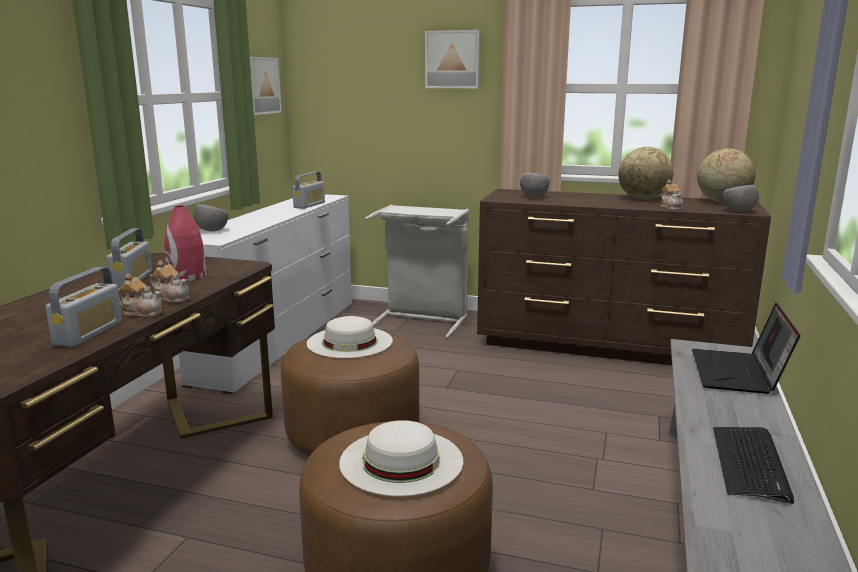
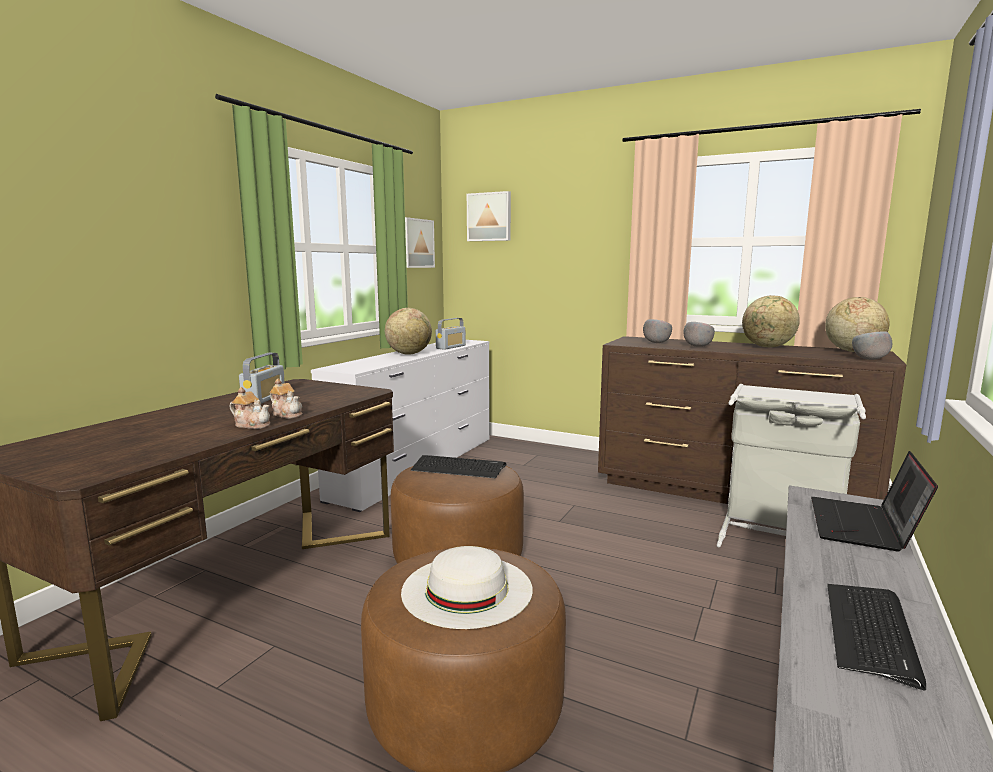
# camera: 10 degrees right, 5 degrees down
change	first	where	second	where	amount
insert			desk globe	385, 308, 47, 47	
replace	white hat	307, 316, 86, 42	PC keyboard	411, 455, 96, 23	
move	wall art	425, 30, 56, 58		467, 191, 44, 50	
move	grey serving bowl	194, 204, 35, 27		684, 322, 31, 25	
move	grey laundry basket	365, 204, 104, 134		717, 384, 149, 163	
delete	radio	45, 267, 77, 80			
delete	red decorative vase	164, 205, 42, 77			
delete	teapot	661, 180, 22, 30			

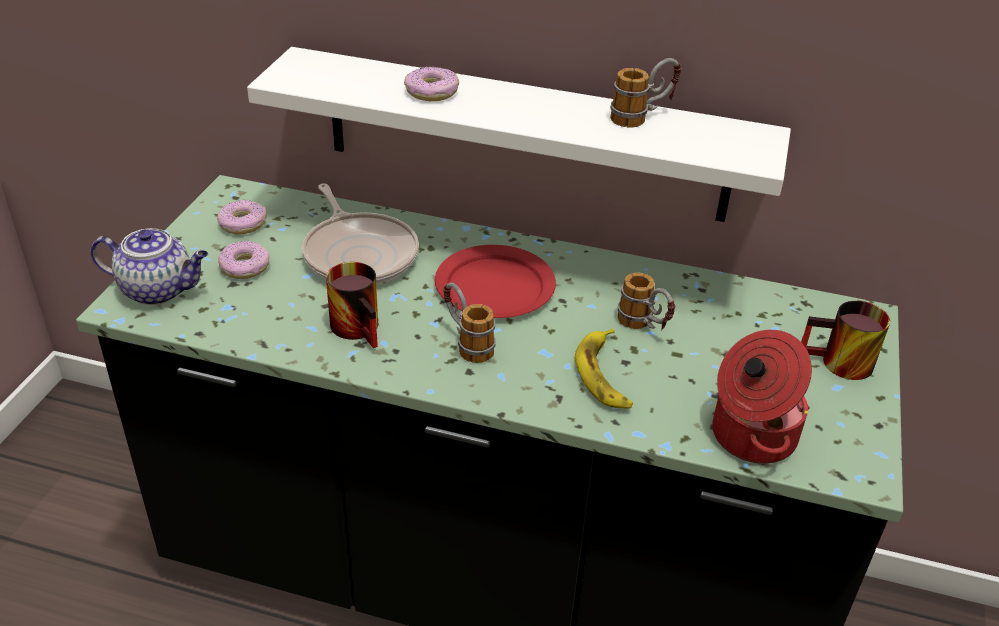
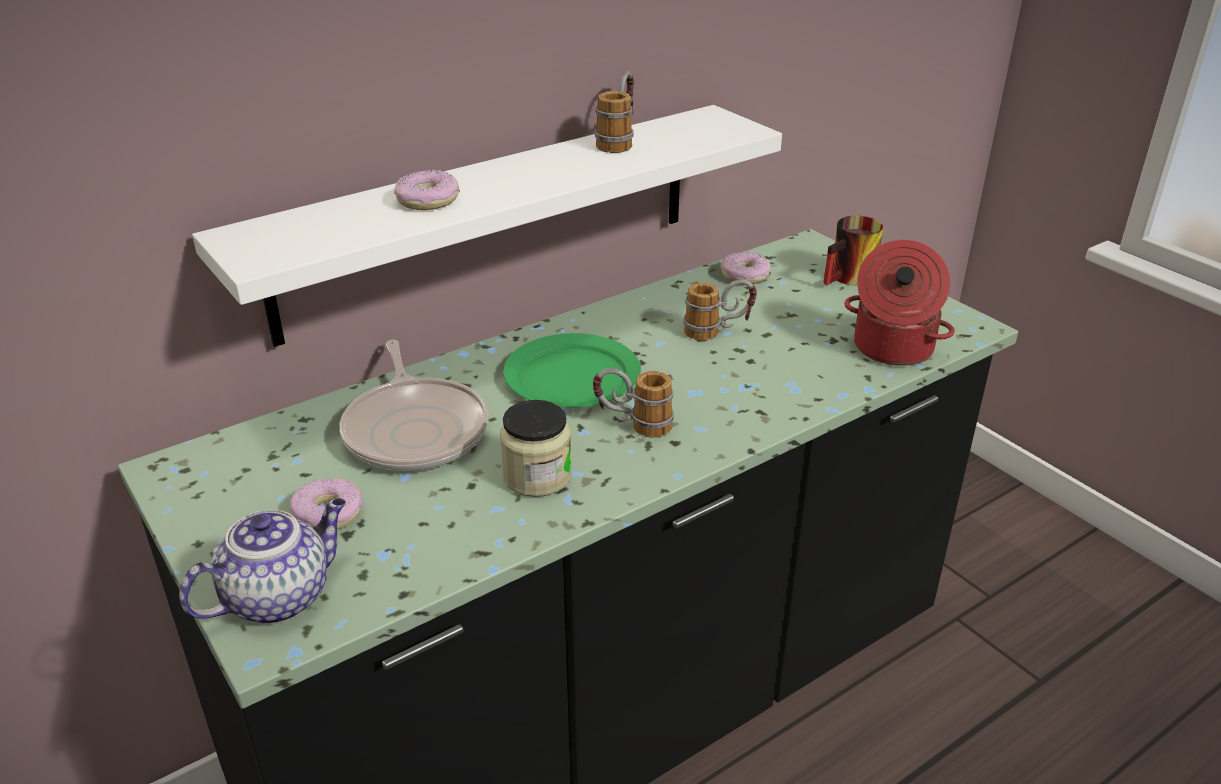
# camera: 50 degrees left, 5 degrees down
change	first	where	second	where	amount
rotate	pan	302, 183, 117, 101		340, 340, 148, 131	60 degrees clockwise
replace	mug	326, 262, 52, 86	storage jar	500, 400, 72, 97	
recolor	red plate	435, 245, 121, 73	green-coloured plate	503, 333, 138, 75	
move	doughnut	217, 200, 50, 35		720, 252, 51, 32	
delete	banana fruit	575, 328, 58, 80			

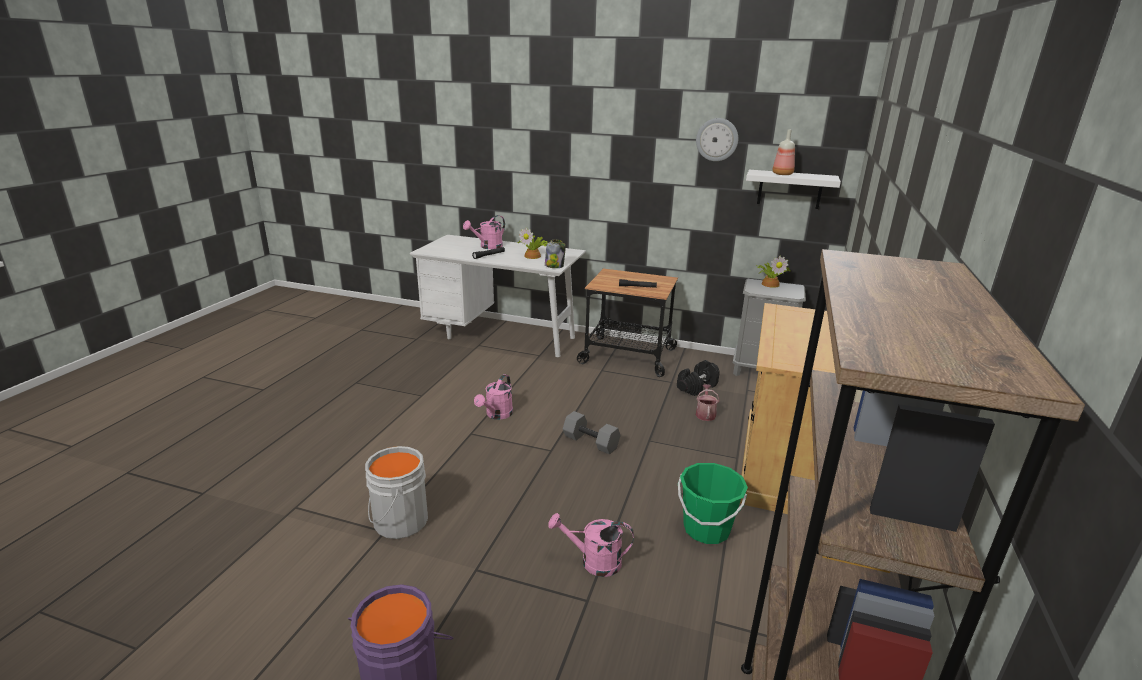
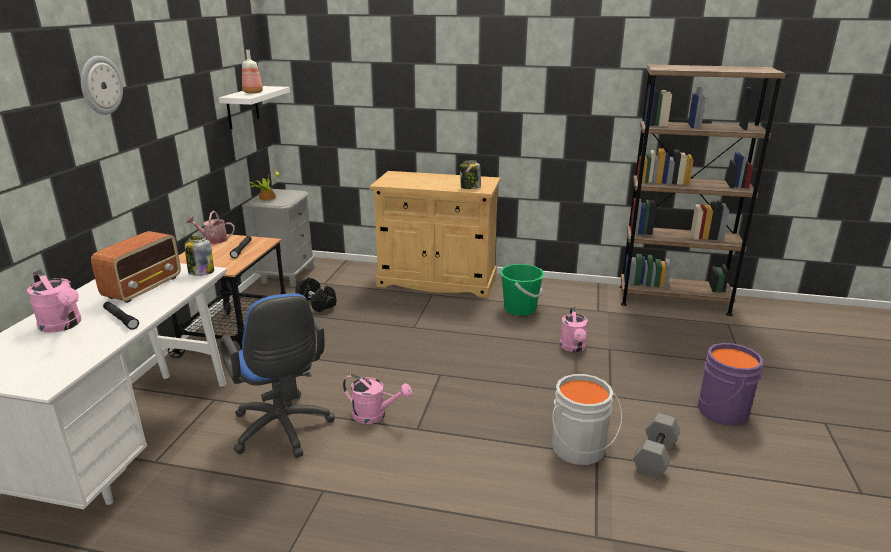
# camera: 95 degrees left, 0 degrees up
change	first	where	second	where	amount
move	hanging clock	696, 118, 42, 43		81, 56, 42, 59	
replace	potted plant	517, 227, 31, 32	radio	91, 231, 90, 72	
move	sprinkling can	696, 384, 23, 37		186, 211, 49, 33	
insert			blue office chair	220, 293, 115, 165	
insert			storage jar	460, 160, 21, 29	
move	grey dumbbell	563, 411, 58, 43		633, 413, 47, 65	

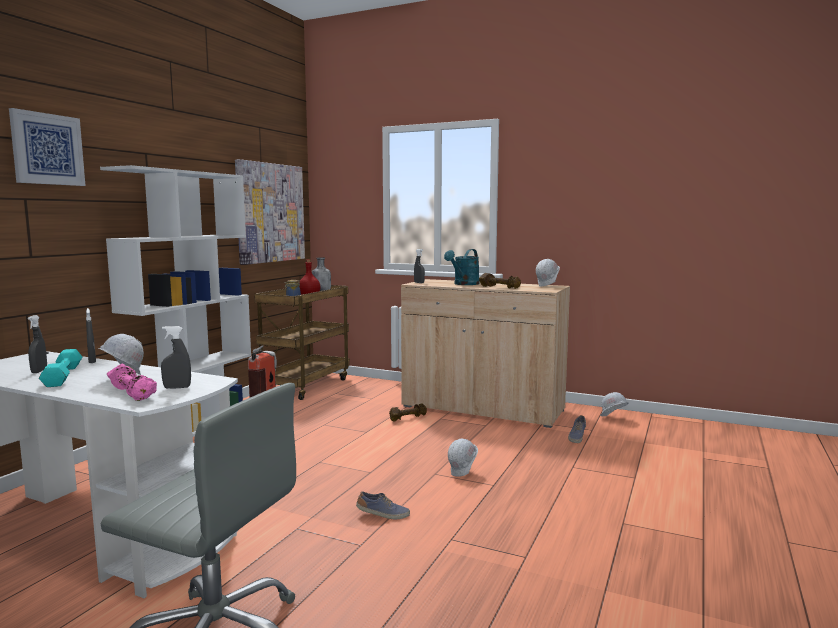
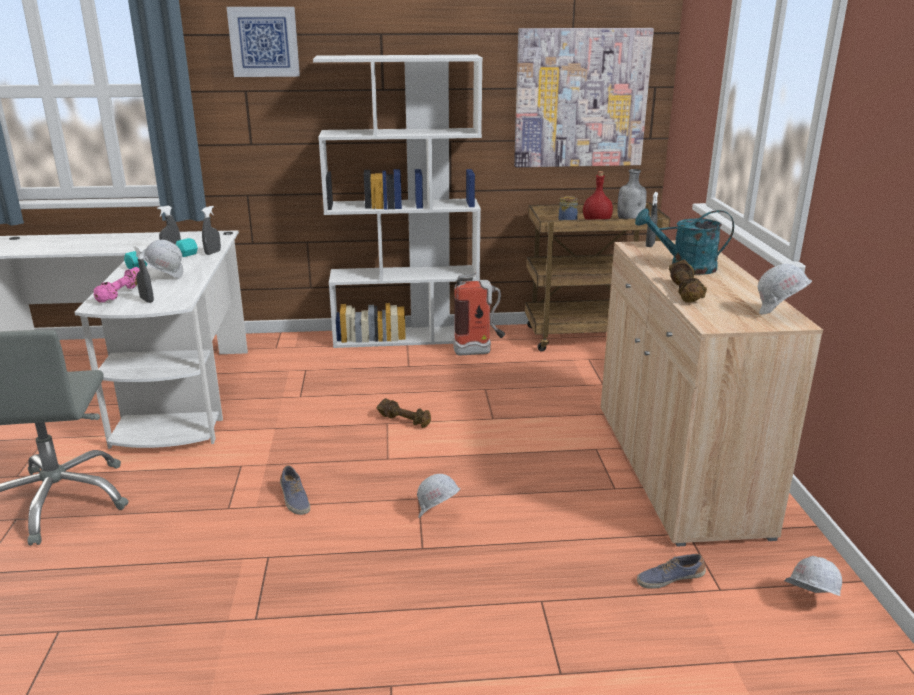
# camera: 60 degrees right, 15 degrees up
change	first	where	second	where	amount
move	brownish dumbbell	389, 403, 38, 18		377, 398, 54, 30	

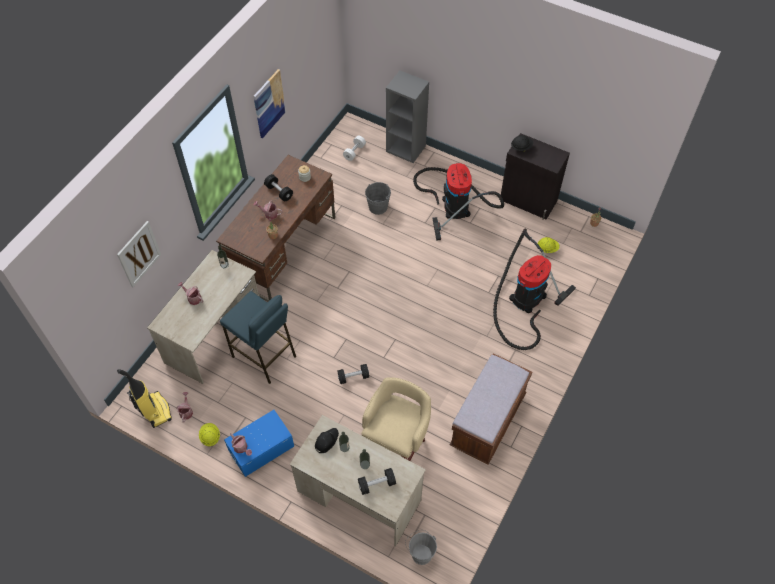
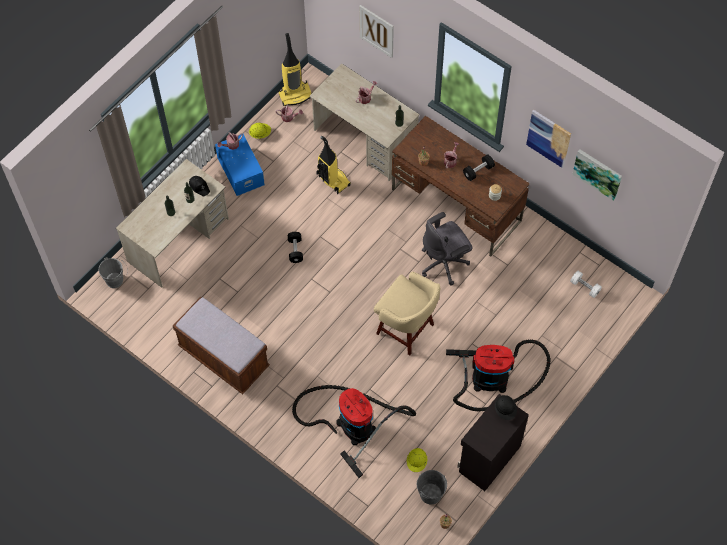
# camera: 100 degrees right, 5 degrees up
change	first	where	second	where	amount
replace	blue stool	220, 291, 76, 93	vacuum	316, 136, 35, 58	
move	beige-coloured stool	362, 377, 69, 84		374, 272, 66, 83	
move	grey water bucket	365, 182, 26, 33		417, 470, 30, 34	
insert			grey office chair	422, 212, 51, 74	
insert			wall art	572, 149, 50, 52	
delete	black dumbbell	358, 468, 38, 27			
delete	grey bookshelf	386, 71, 43, 92			

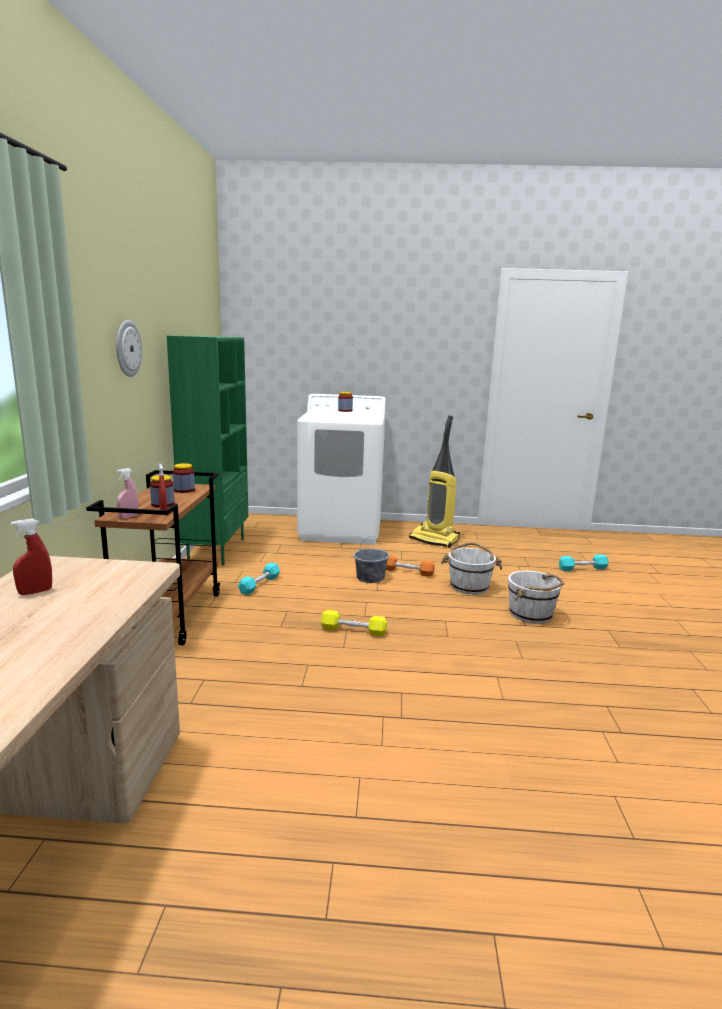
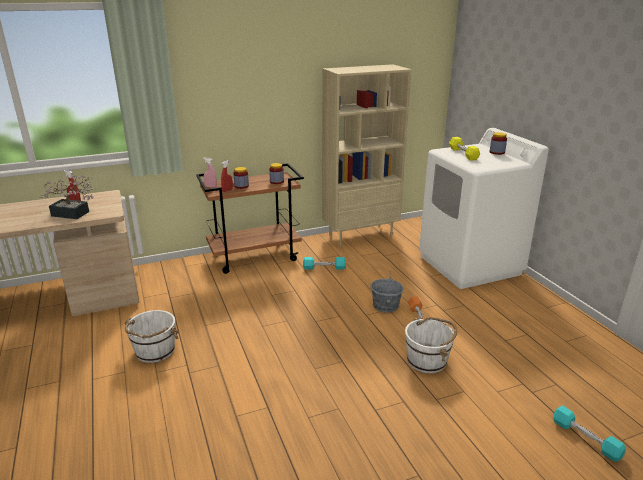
# camera: 65 degrees right, 10 degrees up
change	first	where	second	where	amount
insert			potted plant	39, 175, 54, 44	
move	white water bucket	508, 571, 57, 53		124, 310, 55, 53	
recolor	green-coloured bookshelf	167, 336, 81, 230	beige-coloured bookshelf	322, 64, 89, 182	
move	yellow-coloured dumbbell	321, 610, 66, 27		449, 137, 31, 24	
delete	hanging clock	116, 320, 26, 57			
delete	vacuum	409, 416, 51, 132			

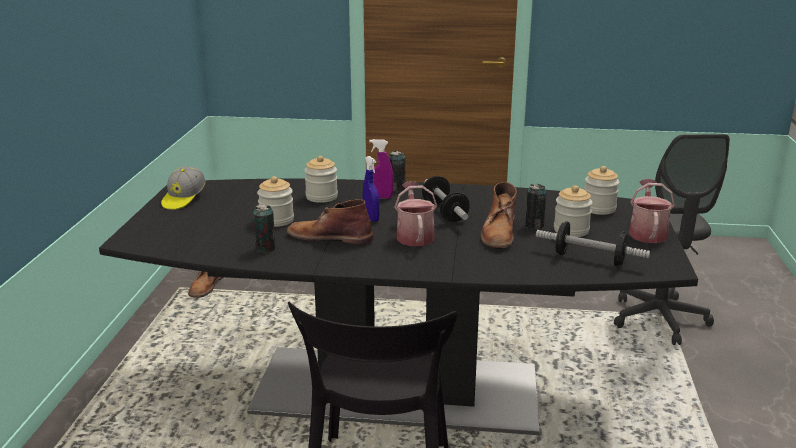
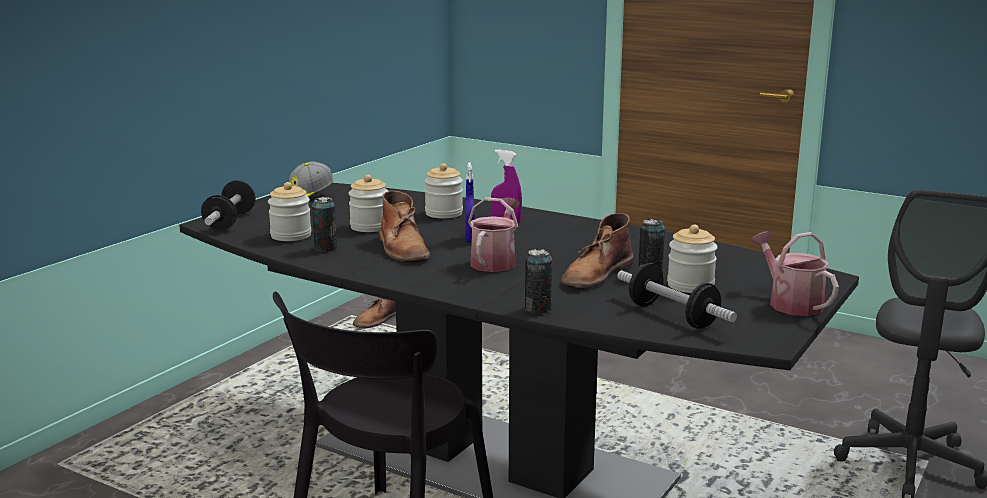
# camera: 25 degrees right, 5 degrees down
change	first	where	second	where	amount
move	dumbbell	422, 176, 48, 46		201, 180, 55, 50	
move	storage jar	584, 166, 36, 49		268, 182, 43, 59	
rotate	brownish tall boot	287, 199, 86, 46		379, 190, 51, 73	150 degrees counterclockwise
move	metal can	389, 151, 16, 40		525, 249, 27, 65	
rotate	sprinkling can	629, 179, 46, 64		751, 231, 88, 85	60 degrees counterclockwise

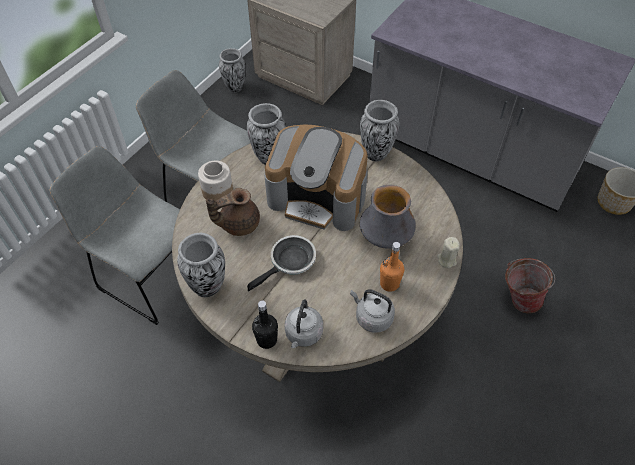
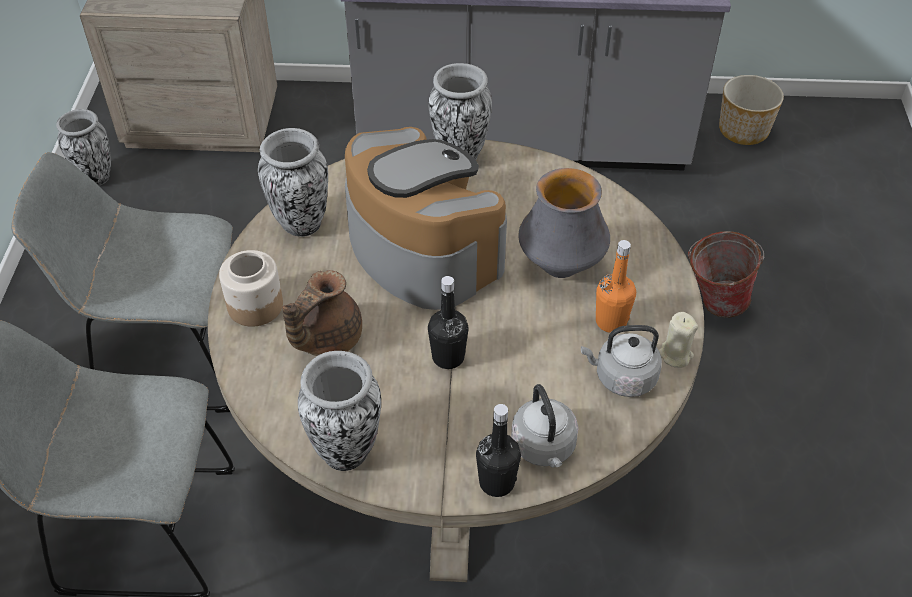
# camera: 30 degrees left, 5 degrees down
change	first	where	second	where	amount
rotate	coffee machine	264, 124, 104, 107		345, 127, 162, 183	120 degrees counterclockwise
replace	pan	247, 235, 69, 56	black drink bottle	428, 276, 40, 93	
move	beige-coloured wax candle	437, 237, 23, 31		659, 312, 39, 56	

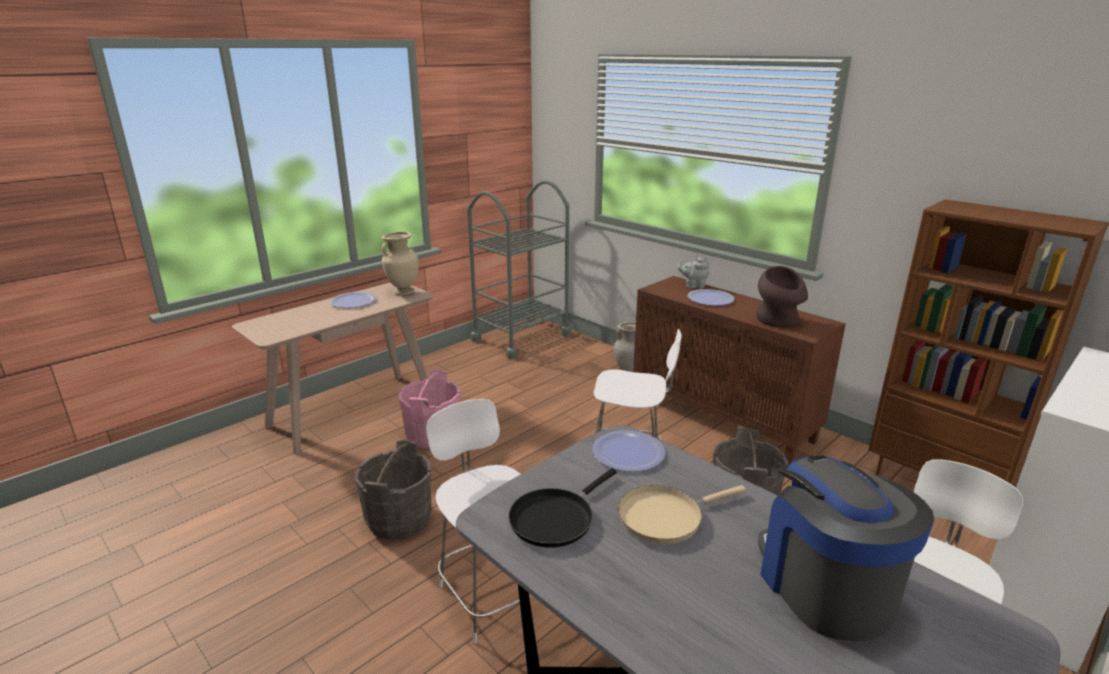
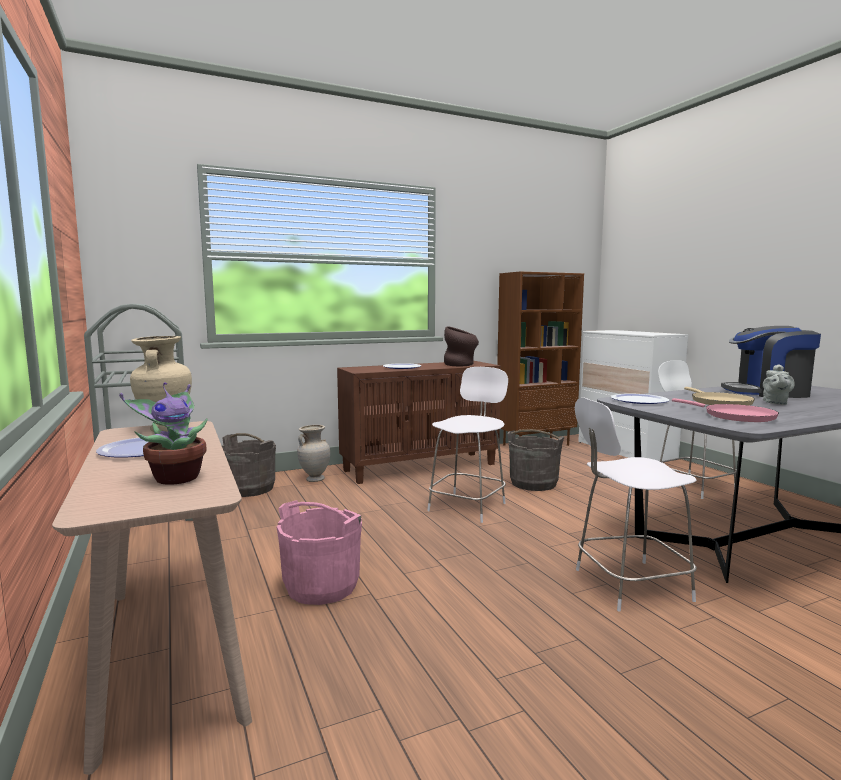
# camera: 70 degrees left, 15 degrees down
change	first	where	second	where	amount
insert			potted plant	119, 382, 88, 103	
move	grey water bucket	355, 440, 77, 100		222, 433, 54, 64	
recolor	black pan	509, 469, 108, 79	pinkish pan	672, 398, 107, 24	
move	grey teapot	677, 257, 33, 31		763, 365, 32, 40	

